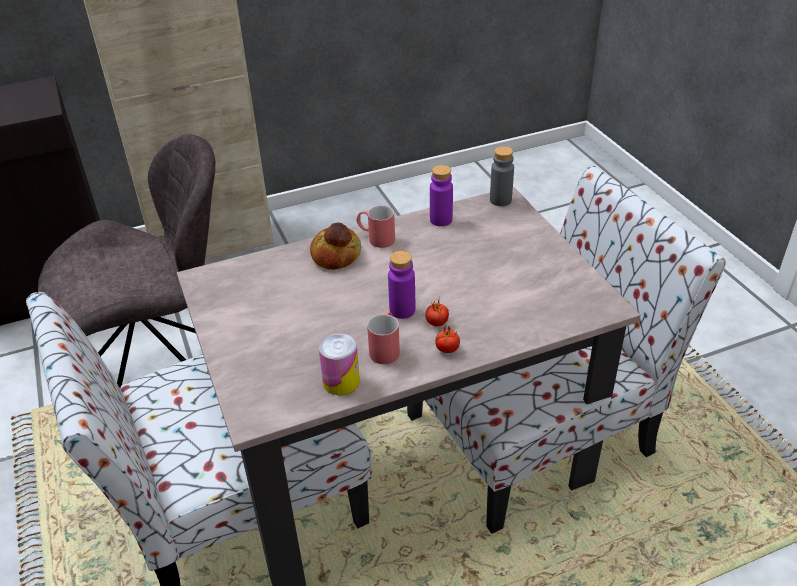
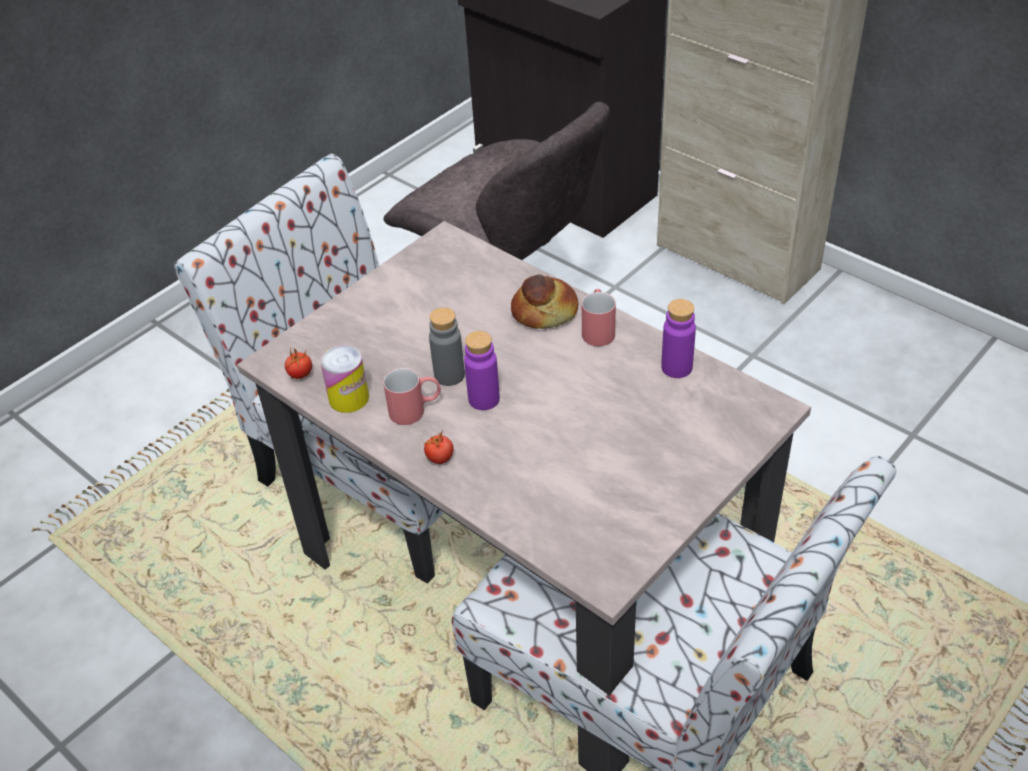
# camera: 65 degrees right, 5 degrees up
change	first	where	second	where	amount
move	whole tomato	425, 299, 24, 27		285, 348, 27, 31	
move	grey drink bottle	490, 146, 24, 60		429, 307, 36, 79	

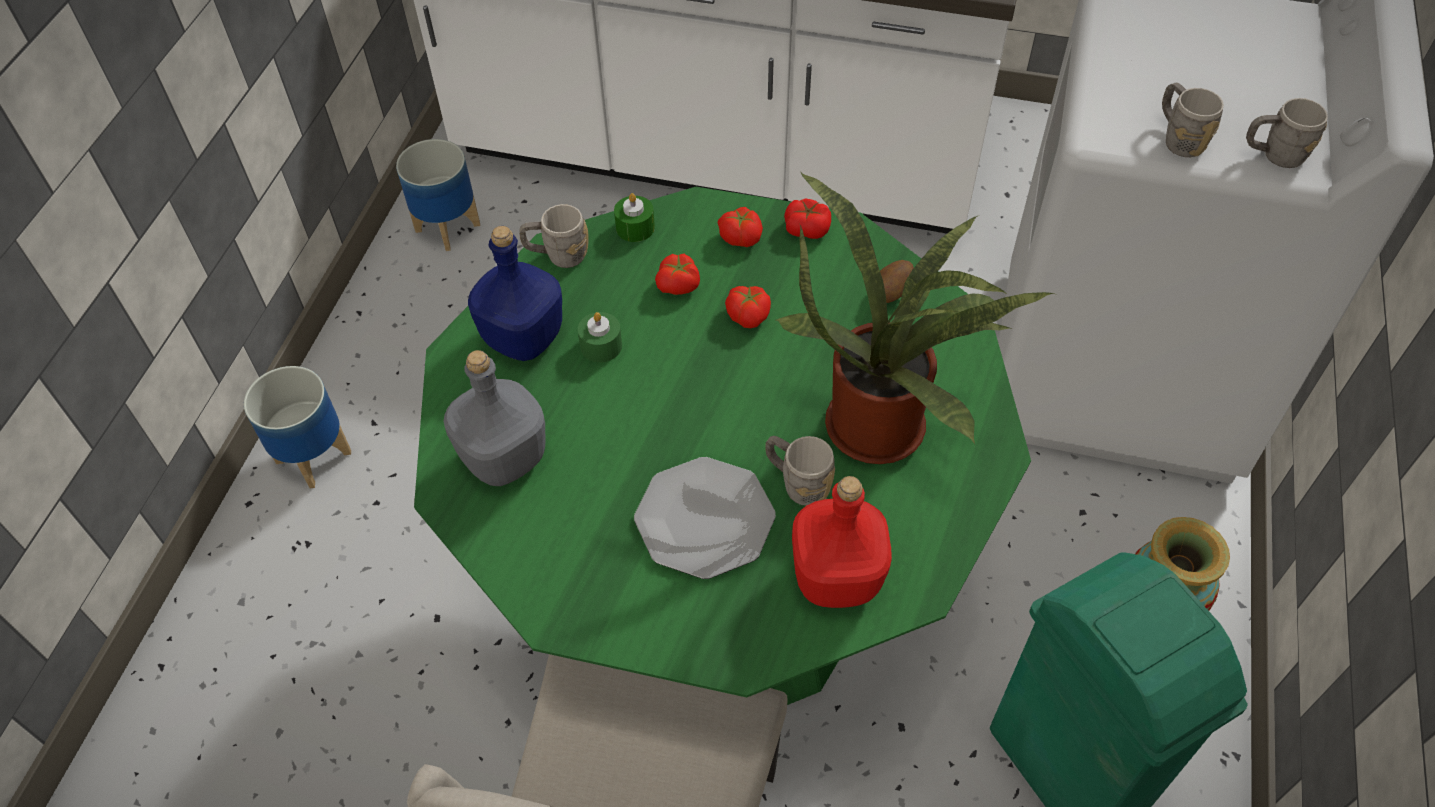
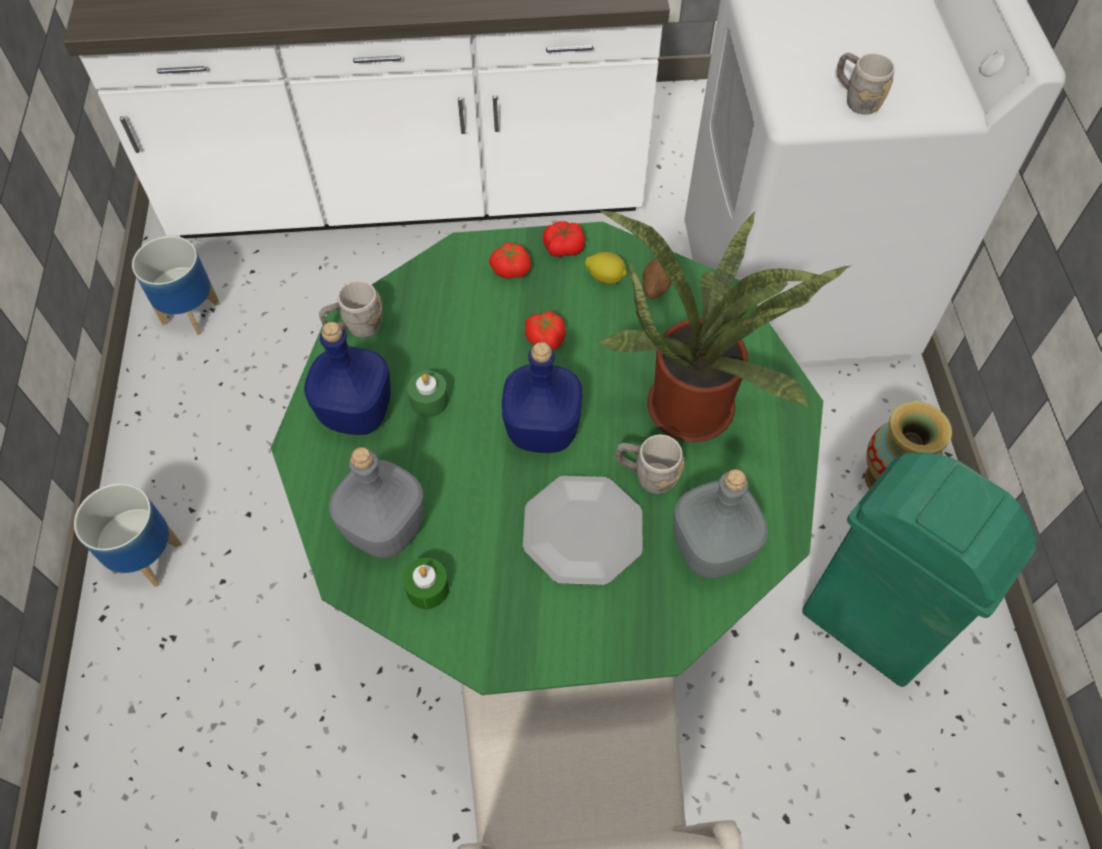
# camera: 20 degrees left, 5 degrees up
change	first	where	second	where	amount
move	green-coloured wax candle	614, 193, 41, 49		403, 558, 46, 51	
insert			blue drink bottle	502, 342, 80, 111	
insert			lemon	585, 252, 42, 32	
recolor	red drink bottle	792, 476, 100, 132	grey drink bottle	674, 469, 94, 110	
delete	whole tomato	655, 254, 45, 41			
delete	grey mug	1246, 98, 82, 70			

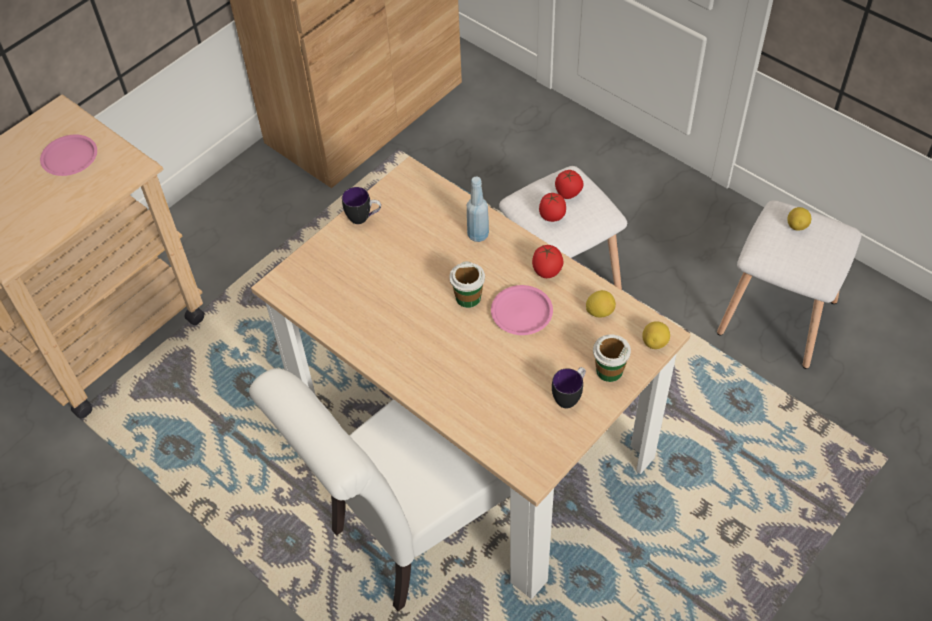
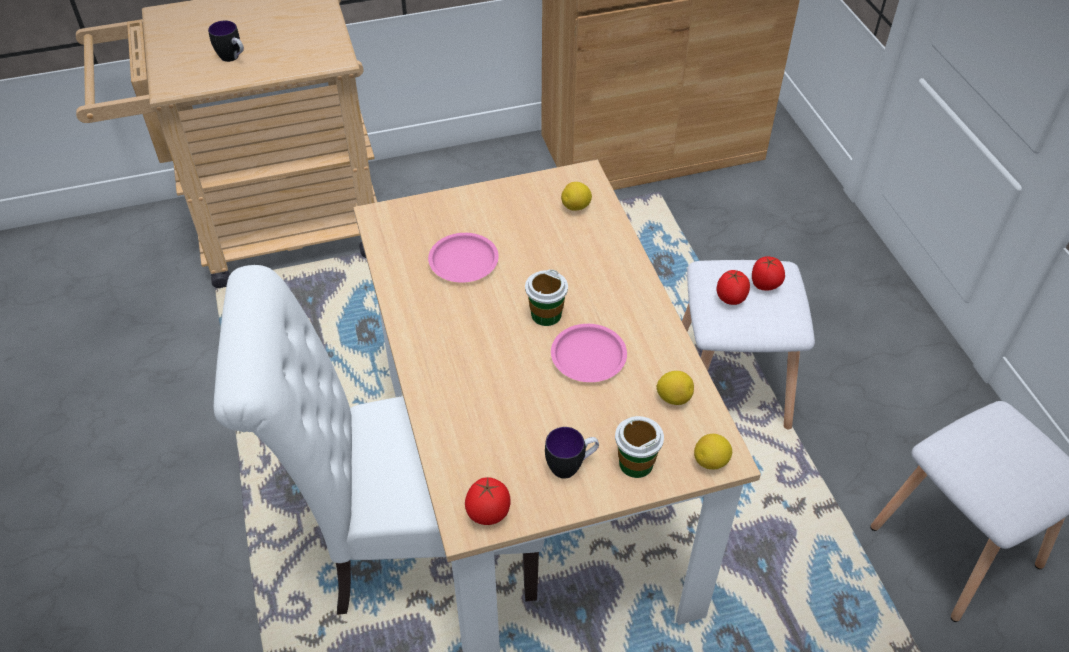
# camera: 30 degrees right, 5 degrees down
change	first	where	second	where	amount
move	mug	342, 187, 39, 37		208, 20, 36, 42	
move	pinkish plate	40, 135, 57, 41		428, 233, 71, 50	
move	whole tomato	532, 245, 32, 33		465, 477, 46, 48	
move	lemon	787, 207, 24, 24		561, 182, 31, 29	
delete	blue drink bottle	467, 176, 22, 66			

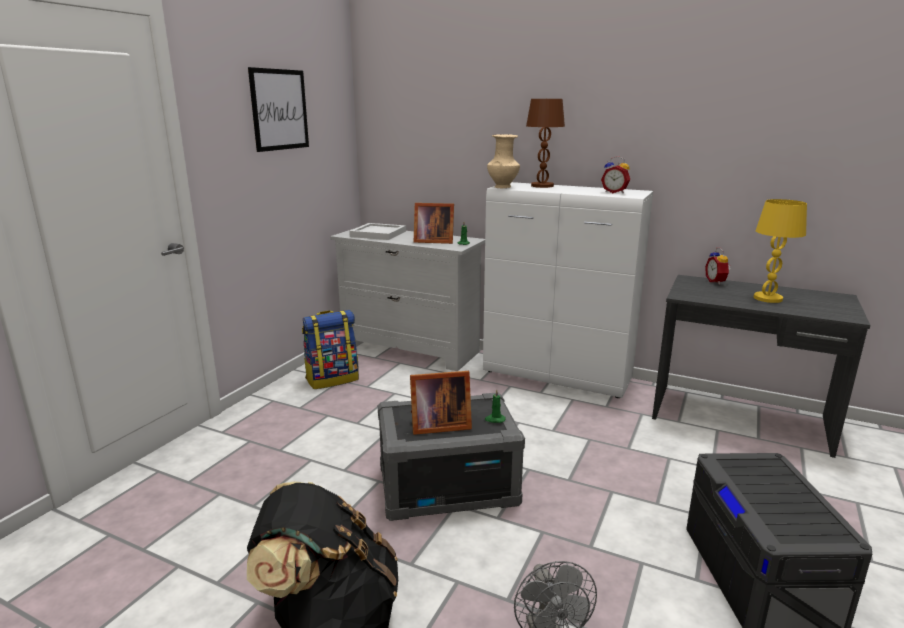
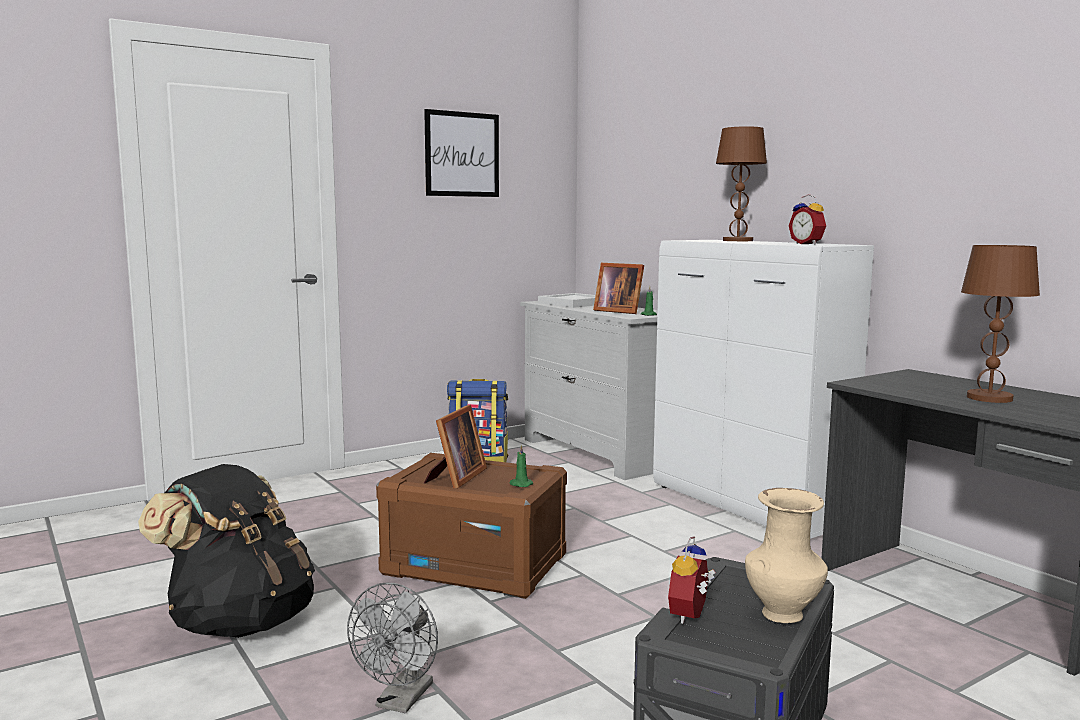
# camera: 30 degrees right, 10 degrees down
change	first	where	second	where	amount
recolor	grey storage box	378, 392, 147, 129	brownish storage box	376, 453, 191, 146	
rotate	photo frame	410, 371, 62, 64		424, 405, 63, 83	90 degrees counterclockwise
move	alarm clock	705, 248, 26, 37		668, 536, 48, 88	
move	beige-coloured decorative vase	487, 134, 33, 54		745, 488, 83, 135	
recolor	yellow-coloured lamp for a table	754, 199, 53, 104	brownish lamp for a table	961, 245, 79, 158	

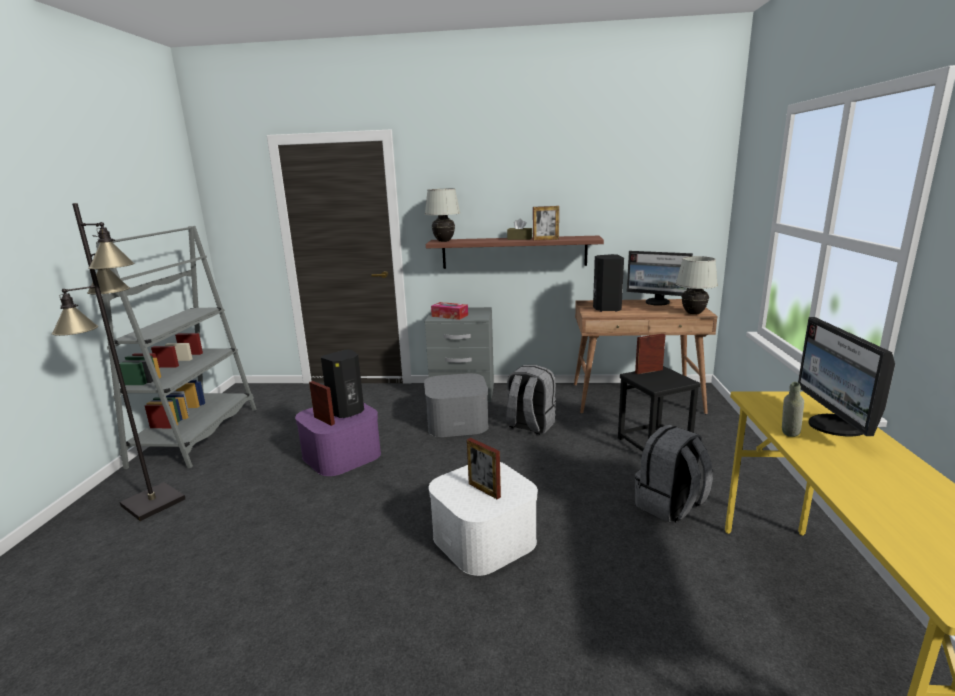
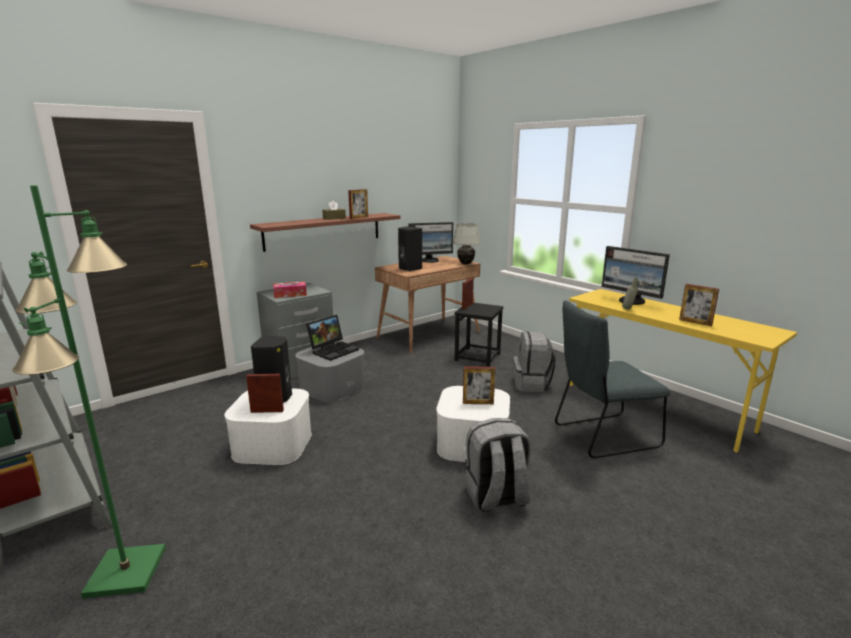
# camera: 45 degrees left, 0 degrees up
change	first	where	second	where	amount
recolor	black floor lamp	52, 203, 133, 318	green-coloured floor lamp	12, 185, 154, 414	
recolor	purple storage box	295, 403, 86, 73	white storage box	224, 388, 88, 77	
insert			notebook computer	306, 315, 53, 46	
move	grey backpack	506, 365, 50, 70		465, 418, 66, 94	
insert			grey chair	555, 301, 116, 157	
insert			photo frame	679, 284, 40, 42	
delete	white lamp for a table	425, 188, 35, 54			

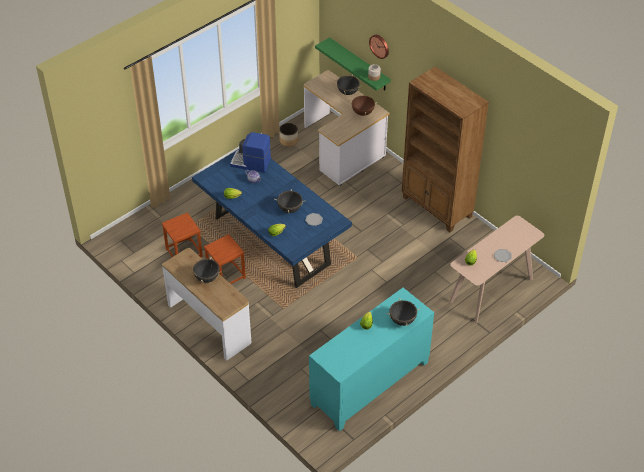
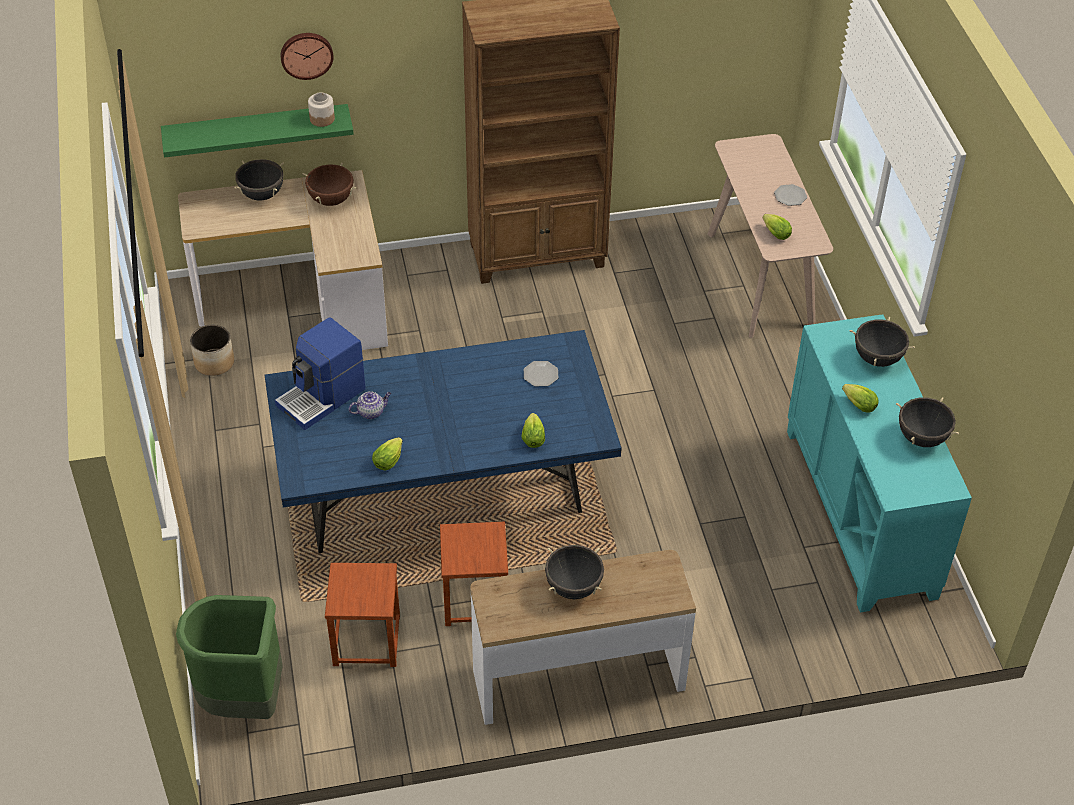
# camera: 60 degrees left, 0 degrees up
change	first	where	second	where	amount
insert			green-coloured waste bin	176, 595, 107, 124	
move	black stockpot	274, 189, 30, 24		896, 397, 63, 50	

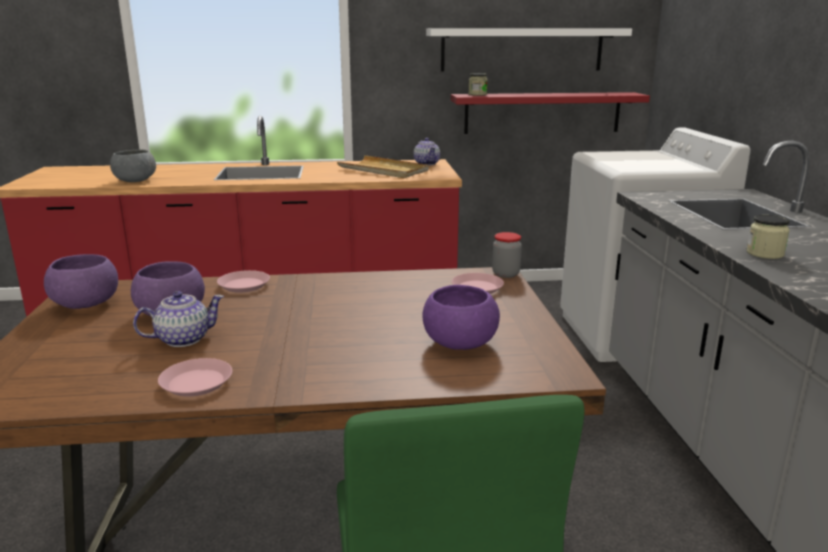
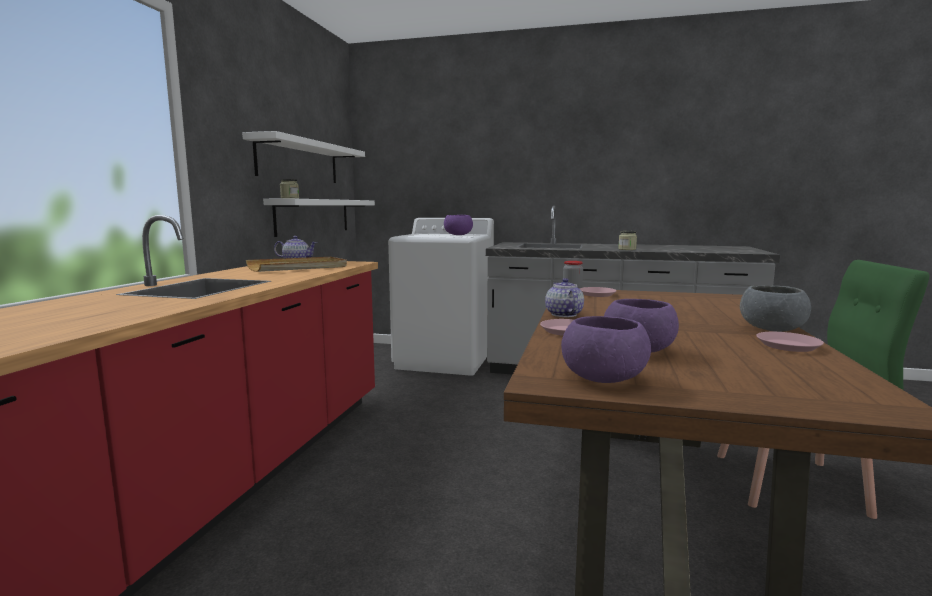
# camera: 70 degrees left, 10 degrees down
change	first	where	second	where	amount
recolor	red shelf	451, 92, 199, 42	white shelf	263, 199, 112, 38	
move	purple serving bowl	422, 285, 78, 65		444, 215, 29, 20	
move	teapot	133, 291, 91, 56		545, 278, 39, 39	
move	grey serving bowl	110, 150, 46, 32		740, 286, 71, 46	

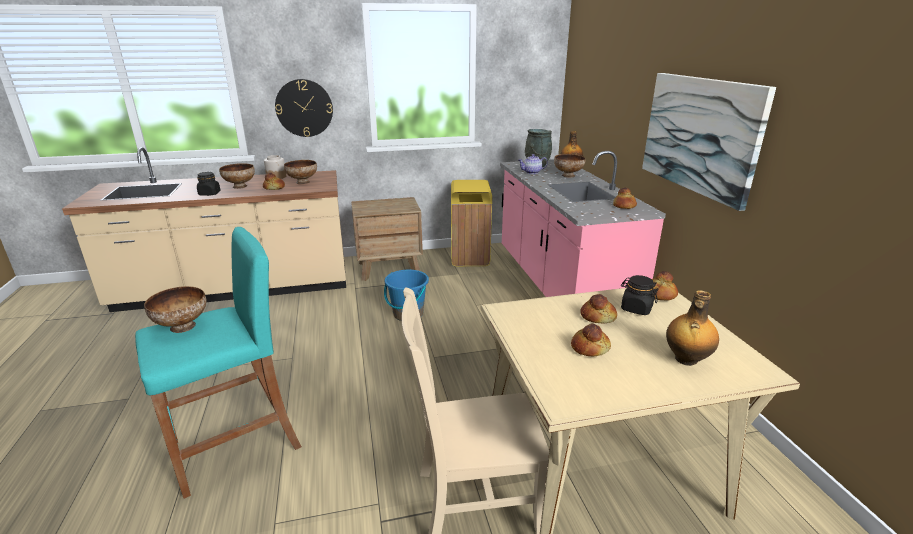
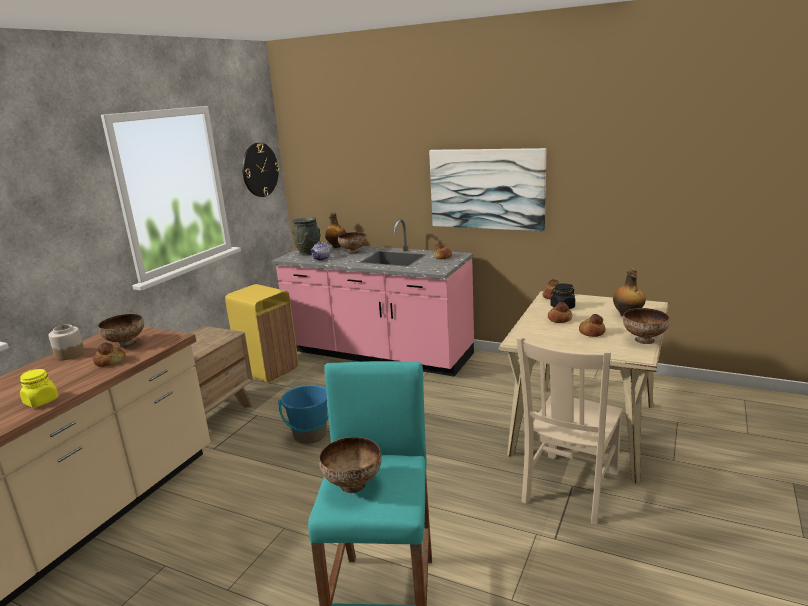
# camera: 50 degrees left, 5 degrees down
change	first	where	second	where	amount
recolor	black storage jar	197, 172, 23, 24	yellow-coloured storage jar	20, 369, 39, 39	
move	hanging clock	275, 79, 58, 58		242, 143, 38, 54	
move	serving bowl	219, 163, 36, 26		623, 308, 47, 36	

